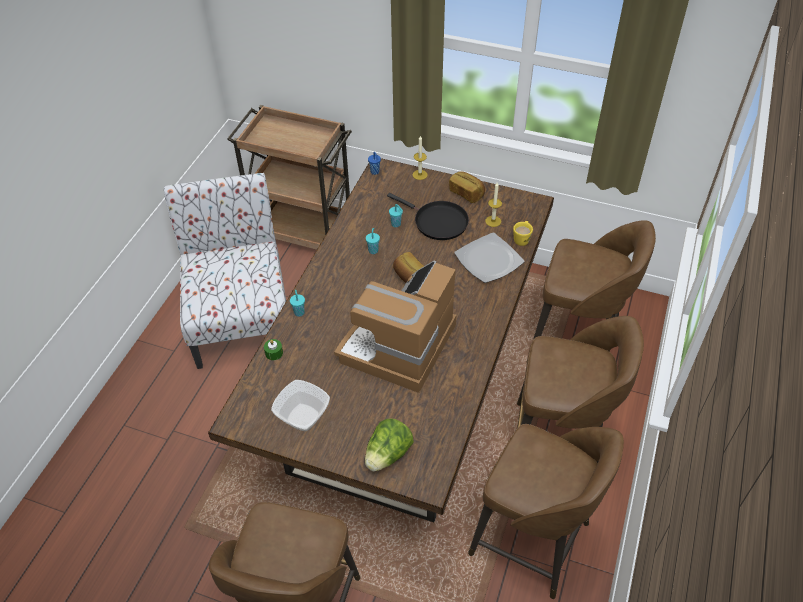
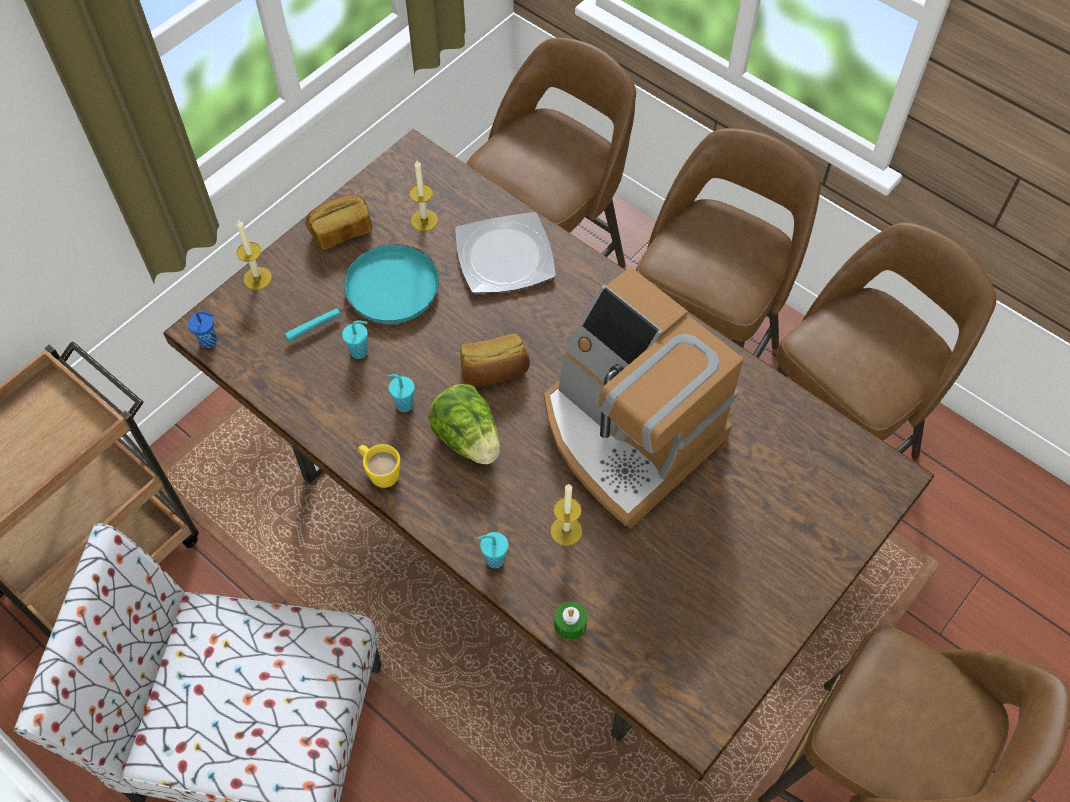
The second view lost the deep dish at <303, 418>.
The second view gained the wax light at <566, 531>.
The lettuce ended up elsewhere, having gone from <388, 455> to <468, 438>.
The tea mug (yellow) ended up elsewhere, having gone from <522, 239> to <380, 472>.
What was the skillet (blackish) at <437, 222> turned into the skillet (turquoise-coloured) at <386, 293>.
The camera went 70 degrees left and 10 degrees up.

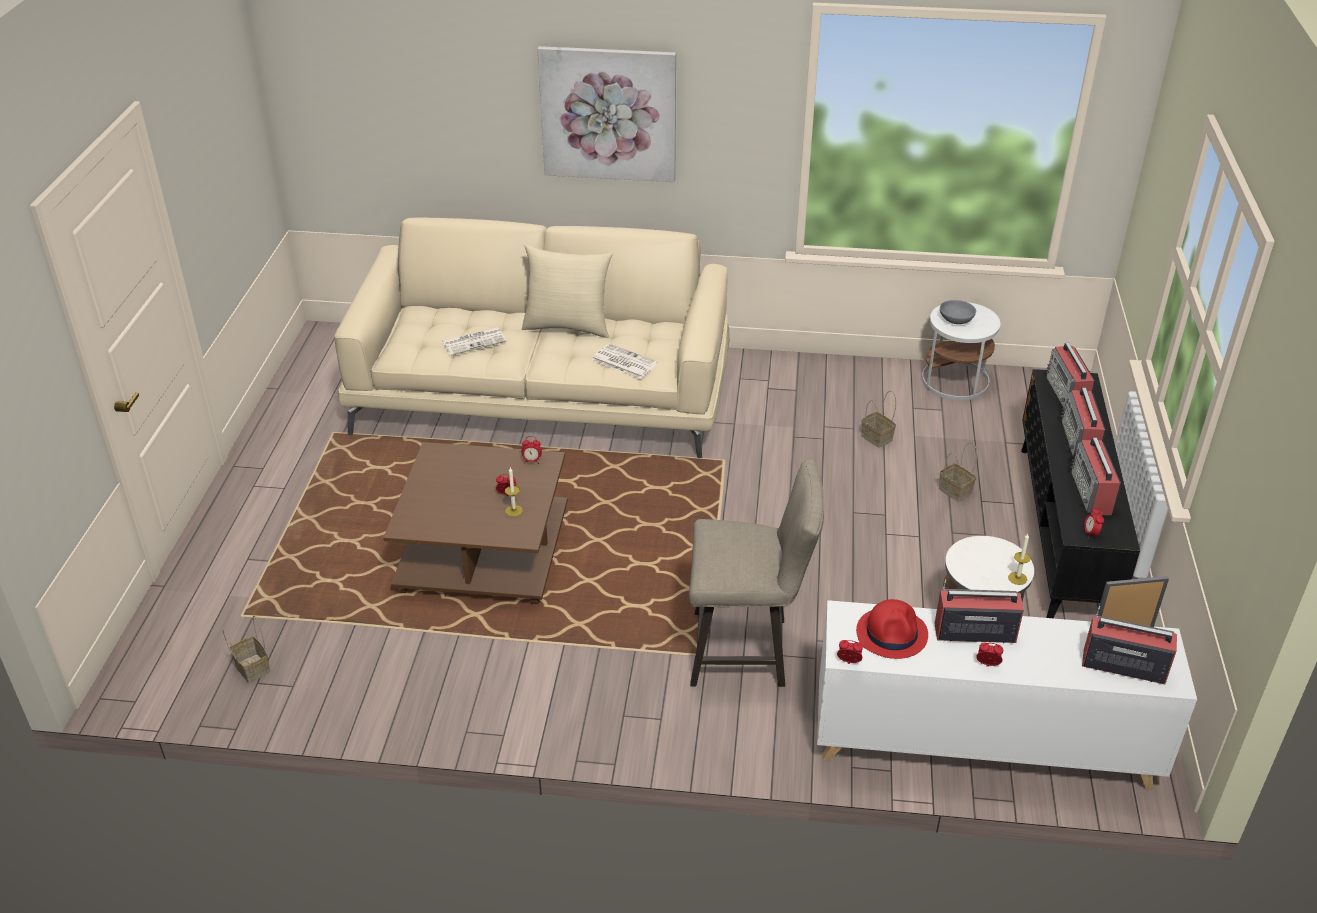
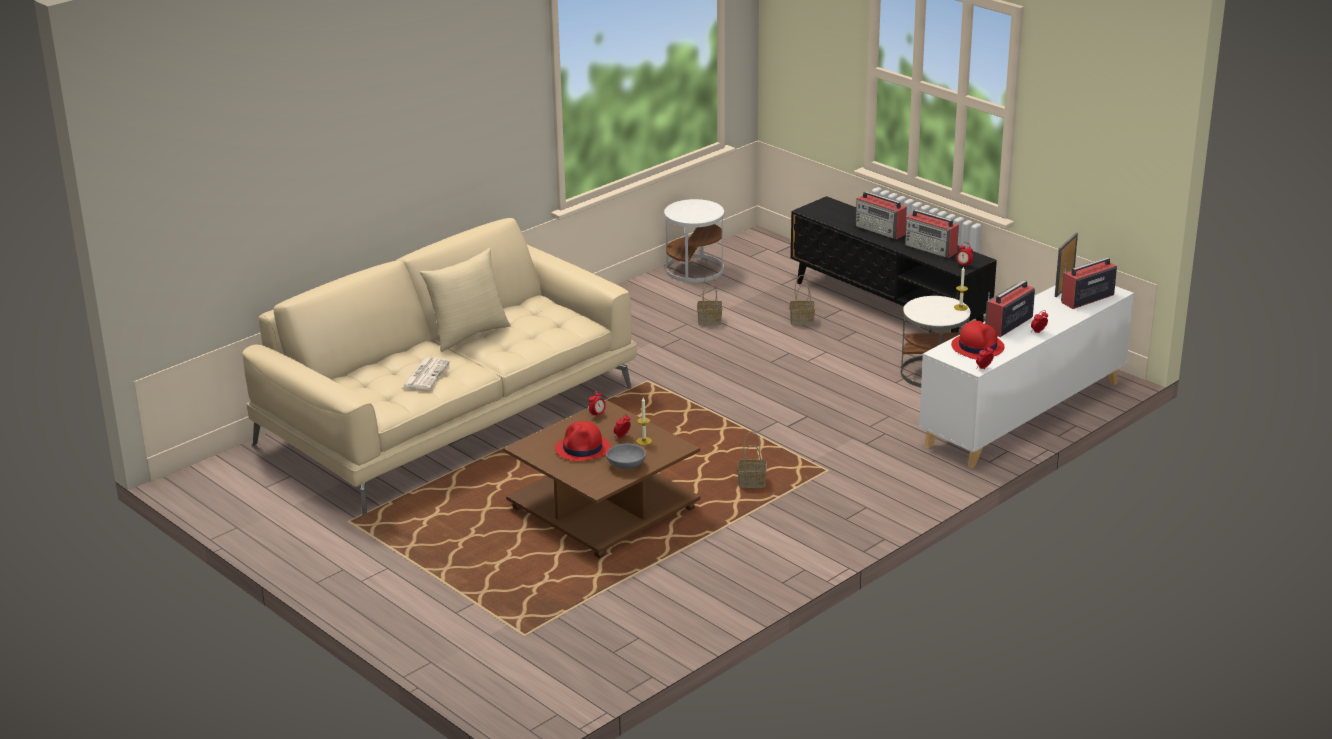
The second view lost the wall picture at <608, 114>.
The second view lost the newspaper at <623, 362>.
The second view lost the sitting stool (sand-coloured) at <748, 650>.
The second view lost the radio set at <1067, 394>.
The second view gained the wearable hat (red-coloured) at <583, 449>.
The storage basket ended up elsewhere, having gone from <251, 668> to <751, 483>.
The deep dish (greyish) ended up elsewhere, having gone from <956, 320> to <626, 465>.
The camera went 50 degrees left and 10 degrees down.

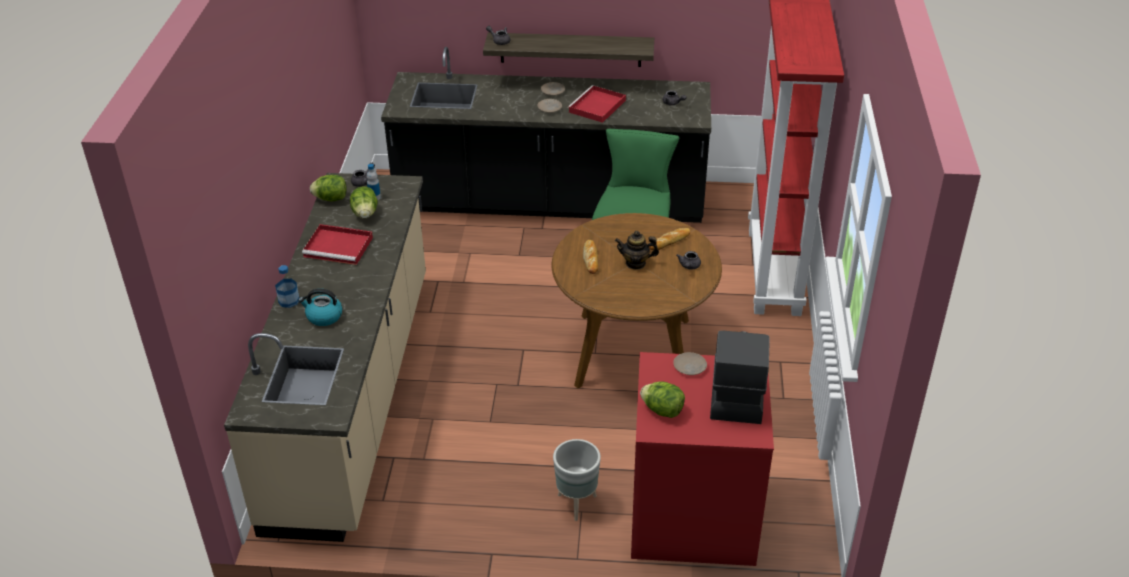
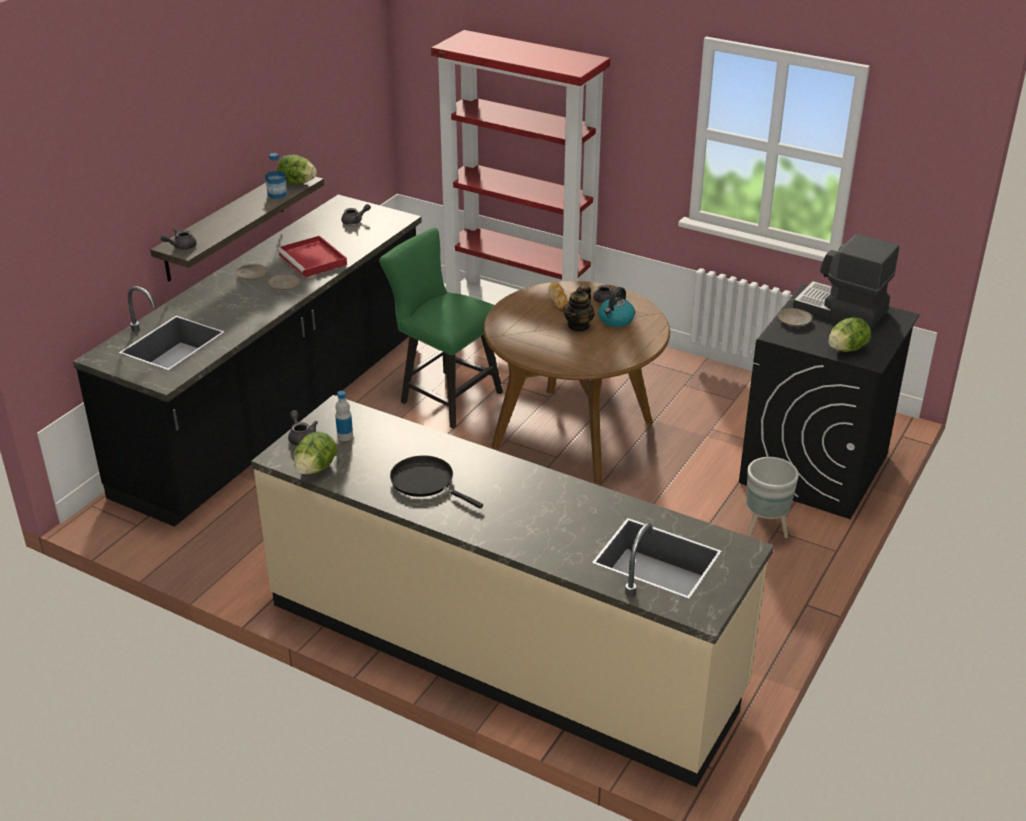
The second view lost the bakery bread at <591, 259>.
The drink bottle ended up elsewhere, having gone from <289, 301> to <277, 194>.
The kettle ended up elsewhere, having gone from <323, 316> to <616, 320>.
The lettuce ended up elsewhere, having gone from <365, 214> to <297, 183>.
Where the serving tray (red-coloured) stood at <339, 247>, the skillet (blackish) came to stand at <426, 482>.
What was the laundry appliance (red-coloured) at <692, 516> turned into the laundry appliance (blackish) at <814, 469>.
The camera went 65 degrees left and 5 degrees down.

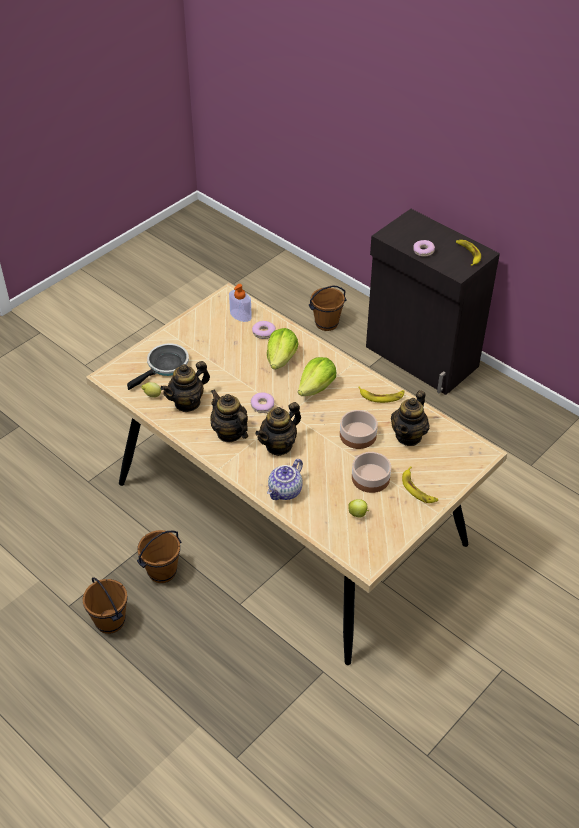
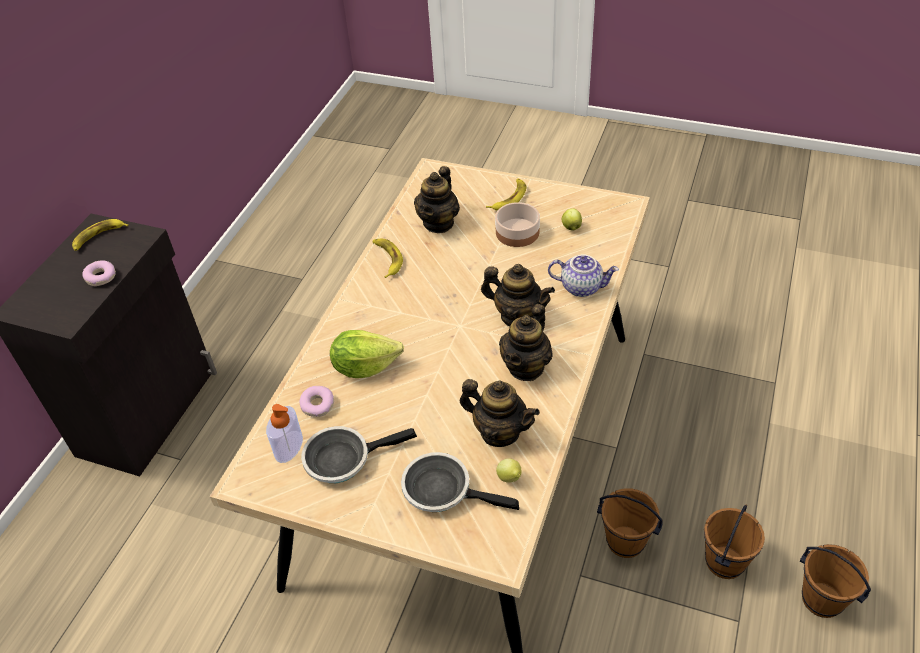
The second view lost the ring doughnut at <262, 405>.
The second view lost the lettuce at <317, 388>.
The second view lost the deep dish at <358, 435>.
The second view gained the skillet at <343, 459>.
The water bucket (brown) ended up elsewhere, having gone from <326, 323> to <821, 600>.
The teapot at <408, 436> ended up facing another way, 105 degrees clockwise from before.
The camera went 110 degrees left and 0 degrees up.

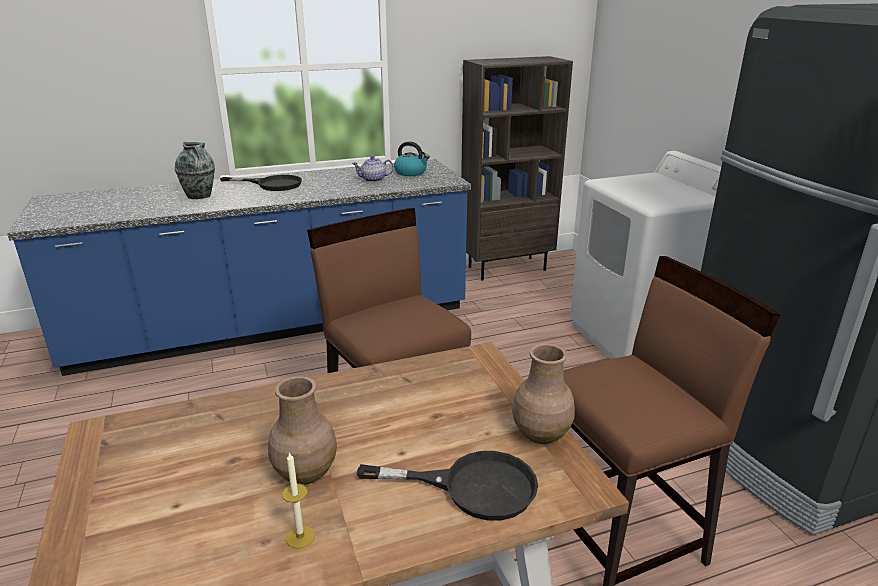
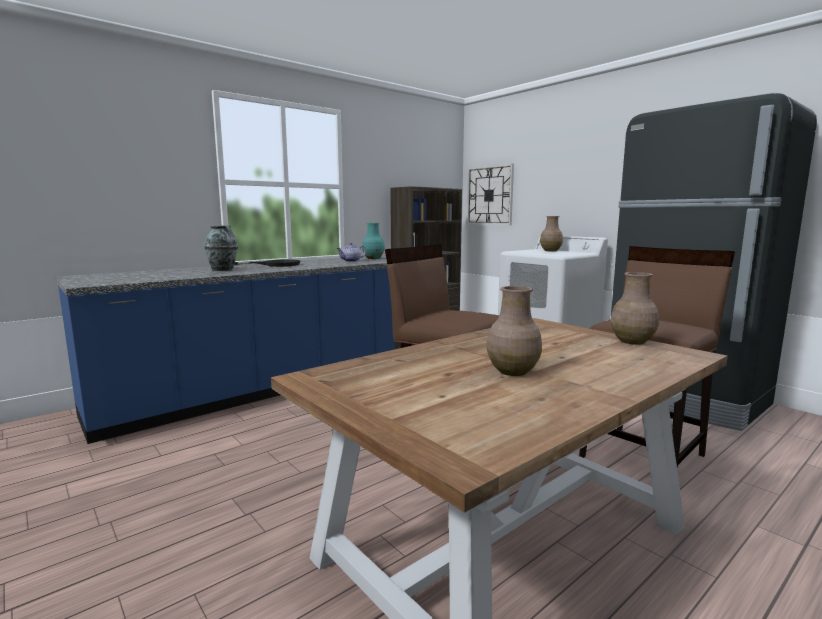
The second view lost the wax light at <300, 537>.
The second view lost the skillet (blackish) at <472, 487>.
The second view gained the clock on the wall at <489, 195>.
The second view gained the vase (brown) at <551, 251>.
Where the kettle stood at <411, 173>, the vase (turquoise-coloured) came to stand at <373, 258>.
The camera went 20 degrees left and 15 degrees down.

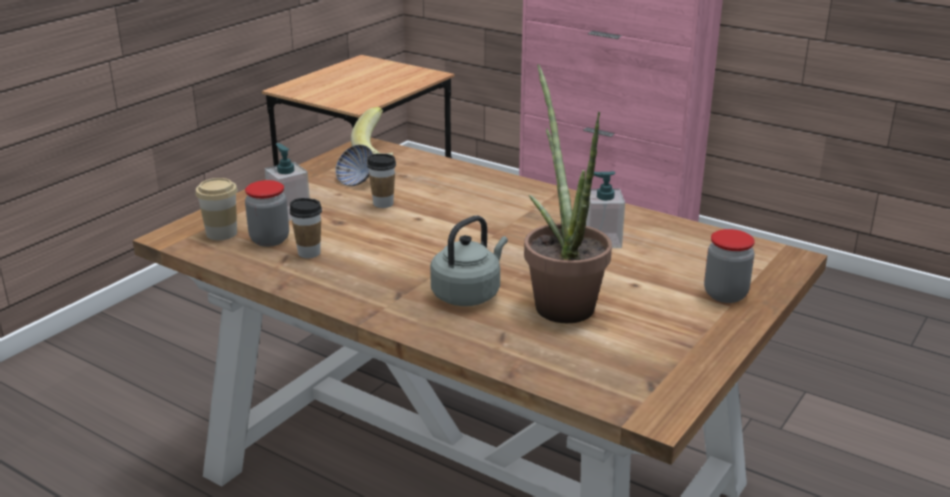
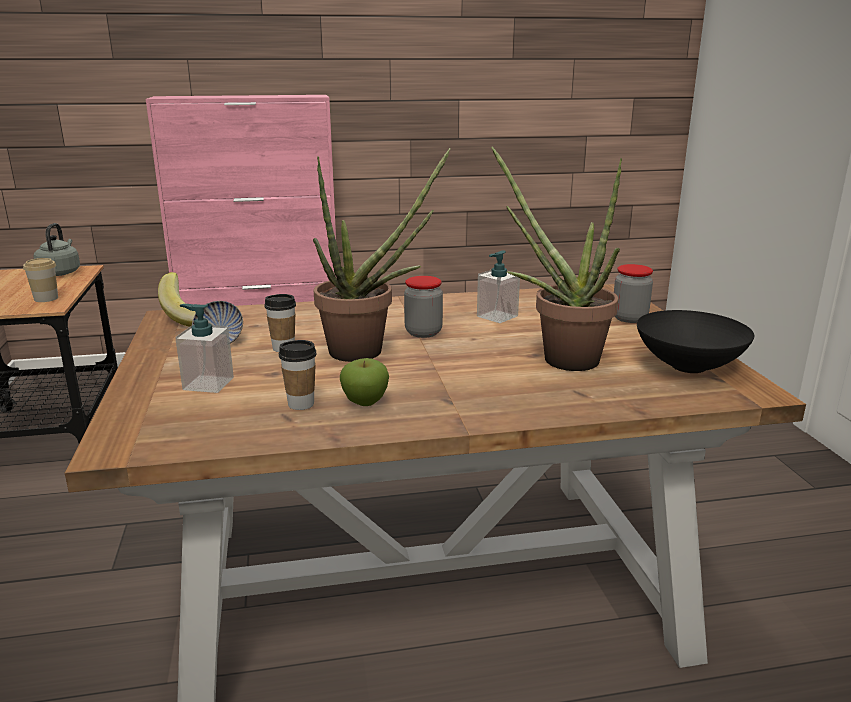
The second view gained the houseplant at <368, 351>.
The second view gained the apple at <365, 402>.
The second view gained the deep dish (blackish) at <686, 366>.
The small cup ended up elsewhere, having gone from <221, 233> to <46, 298>.
The storage jar ended up elsewhere, having gone from <269, 240> to <423, 332>.
The kettle (greyish) ended up elsewhere, having gone from <468, 294> to <60, 272>.
The camera went 45 degrees left and 5 degrees down.

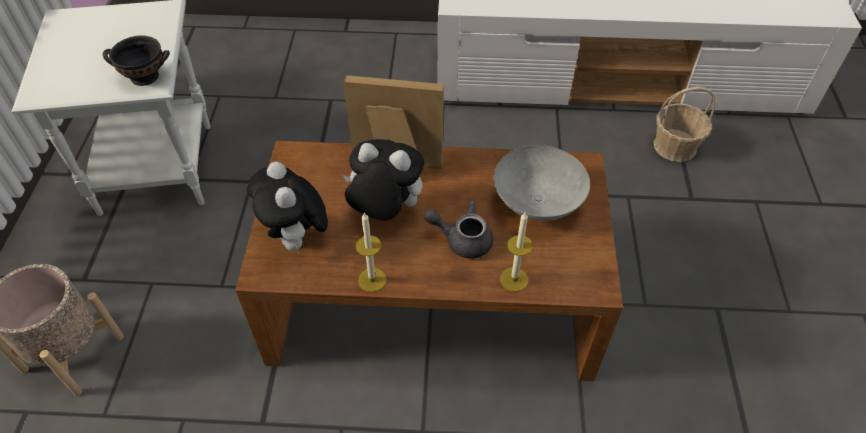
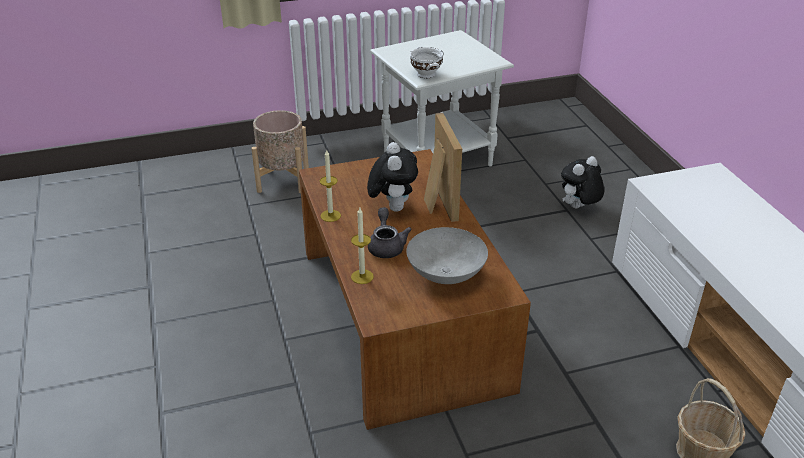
The plush toy ended up elsewhere, having gone from <296, 239> to <578, 208>.
What was the deep dish (blackish) at <144, 76> turned into the deep dish (white) at <426, 74>.
The camera went 70 degrees right and 15 degrees down.

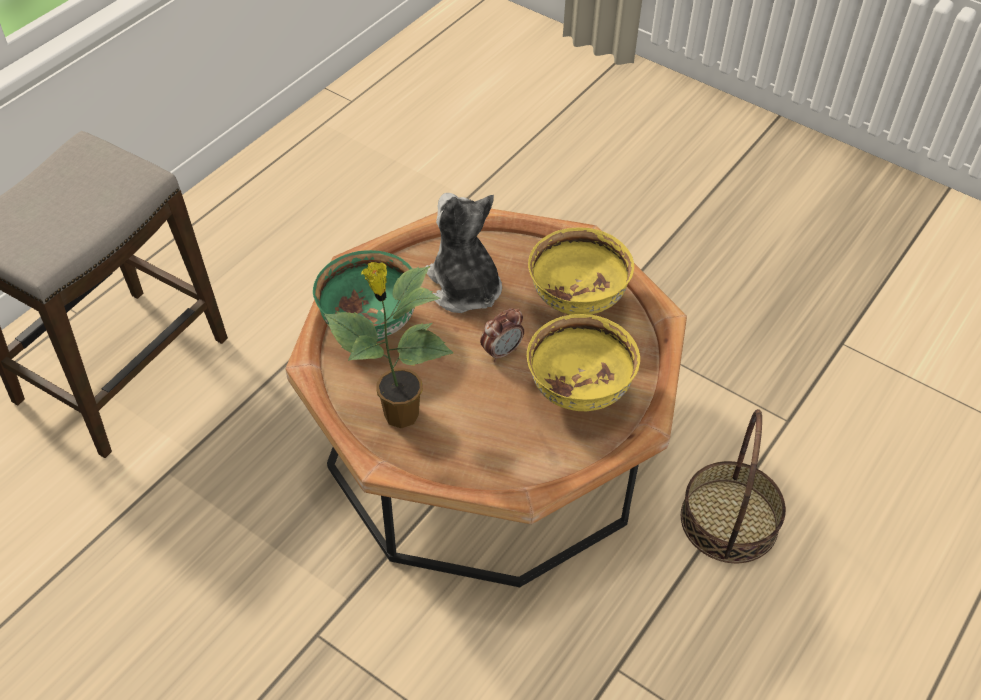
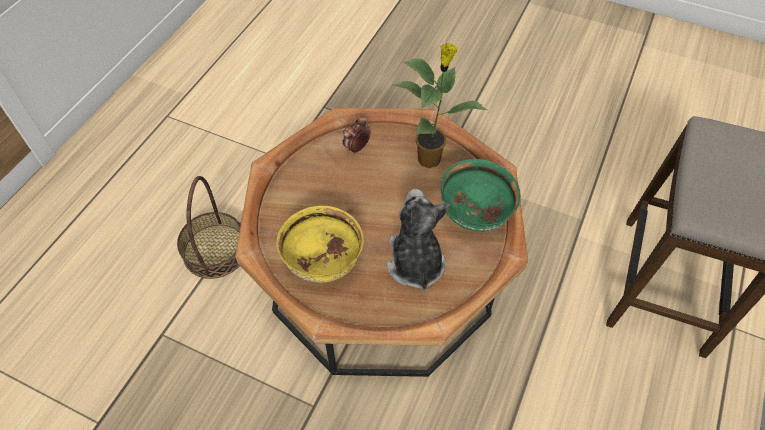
The second view lost the deep dish (yellow) at <578, 394>.
The alarm clock ended up elsewhere, having gone from <502, 352> to <357, 148>.
The plush toy at <464, 288> ended up facing another way, 150 degrees counterclockwise from before.
The camera went 170 degrees right and 5 degrees up.

